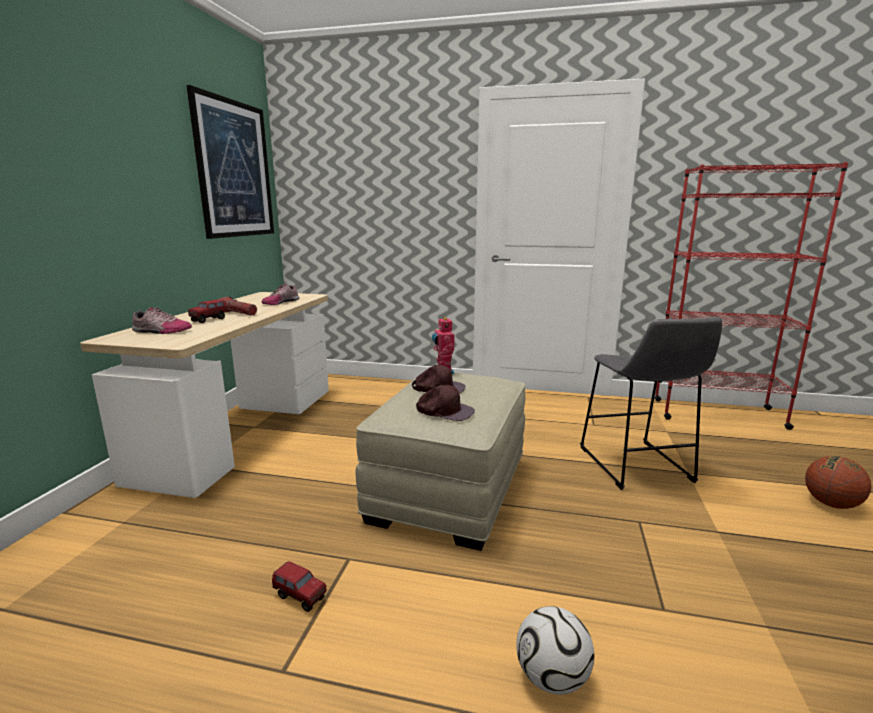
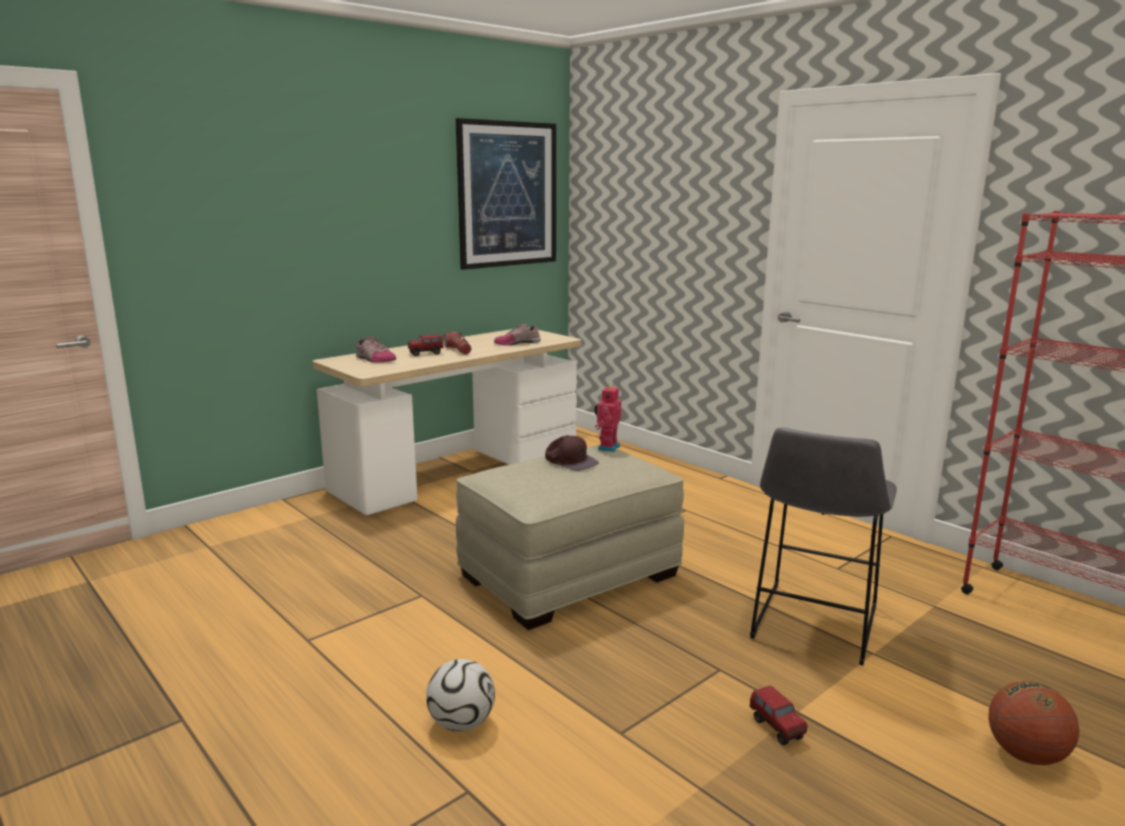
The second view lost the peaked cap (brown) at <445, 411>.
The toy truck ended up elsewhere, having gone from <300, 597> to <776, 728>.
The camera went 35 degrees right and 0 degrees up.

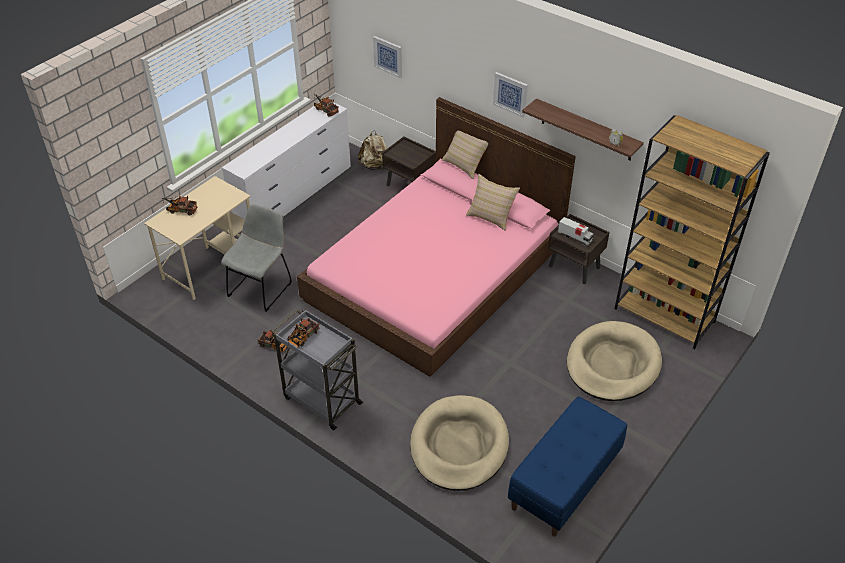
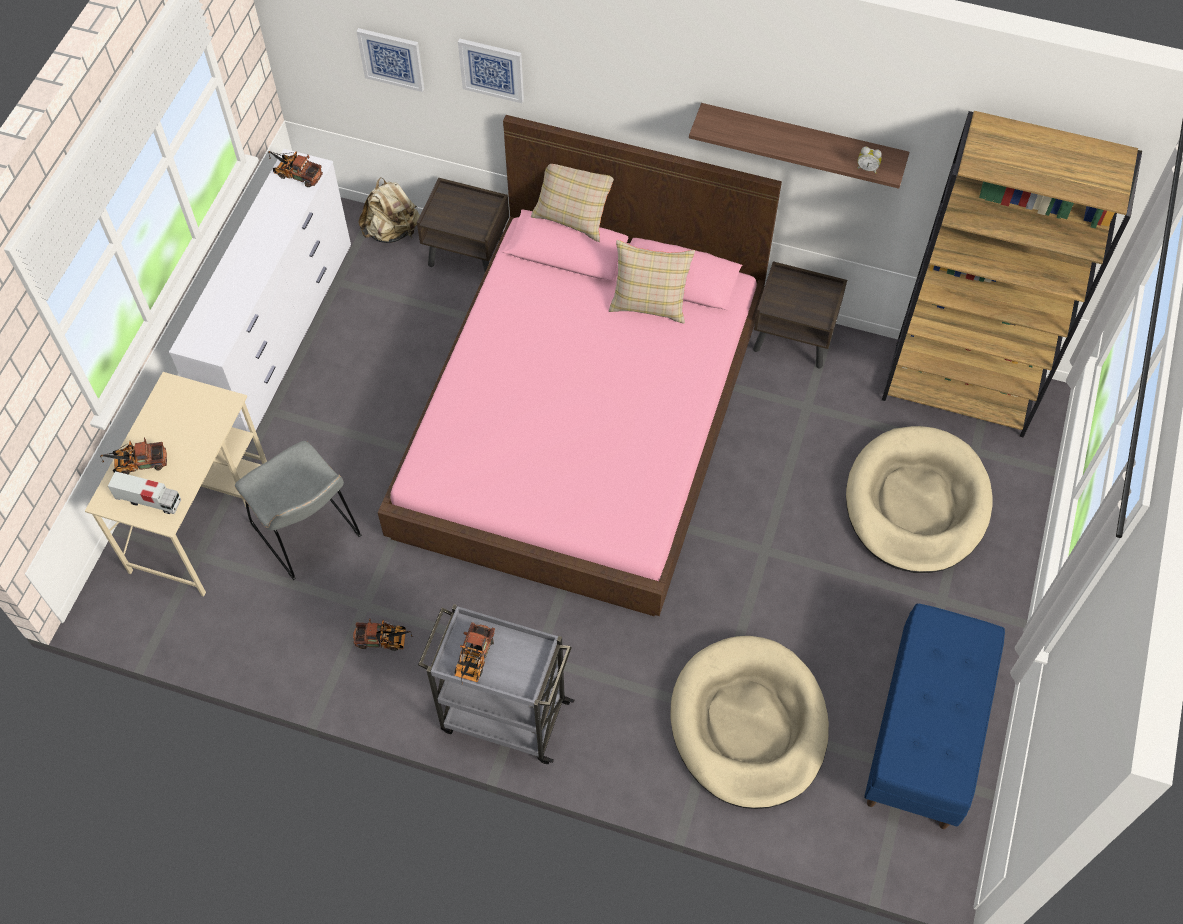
The wall picture ended up elsewhere, having gone from <510, 94> to <492, 69>.
The toy truck ended up elsewhere, having gone from <575, 237> to <149, 500>.
The upright chair (greyish) at <262, 287> ended up facing another way, 135 degrees clockwise from before.
The camera went 20 degrees left and 15 degrees up.

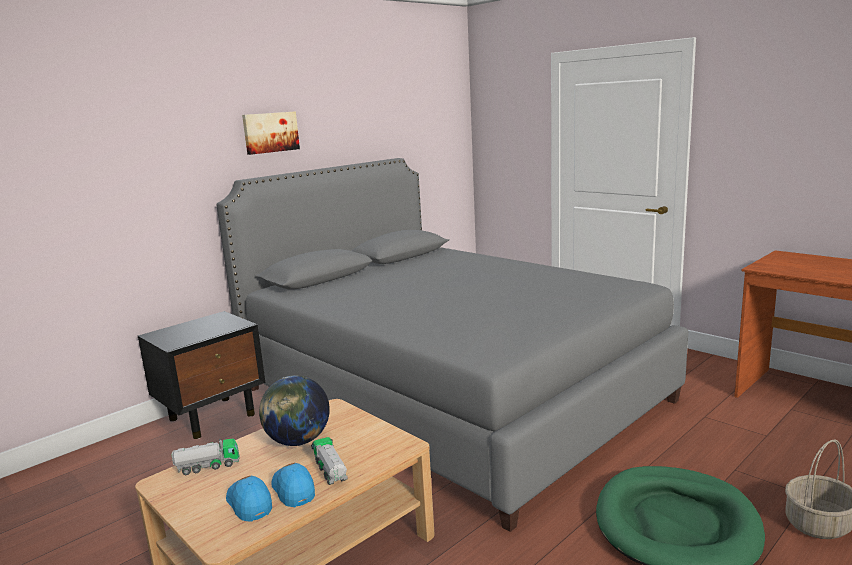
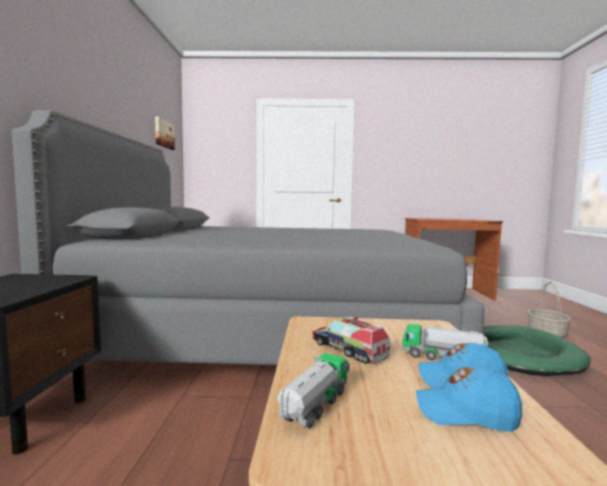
The wall picture ended up elsewhere, having gone from <270, 132> to <163, 134>.
Where the desk globe stood at <298, 441>, the toy truck came to stand at <349, 349>.
The camera went 45 degrees left and 10 degrees down.

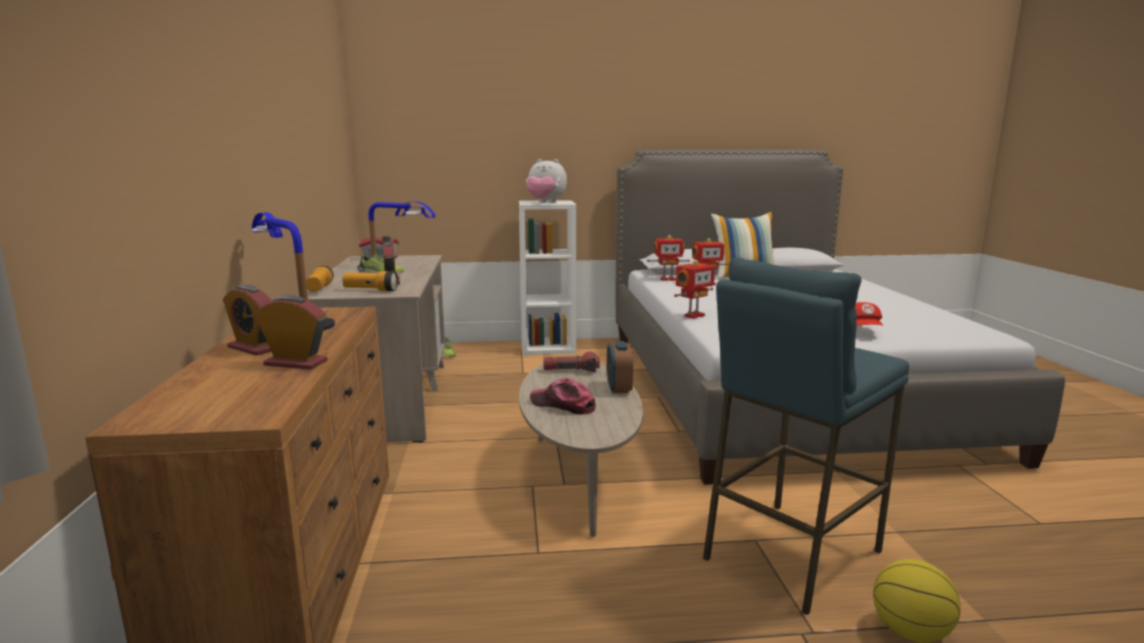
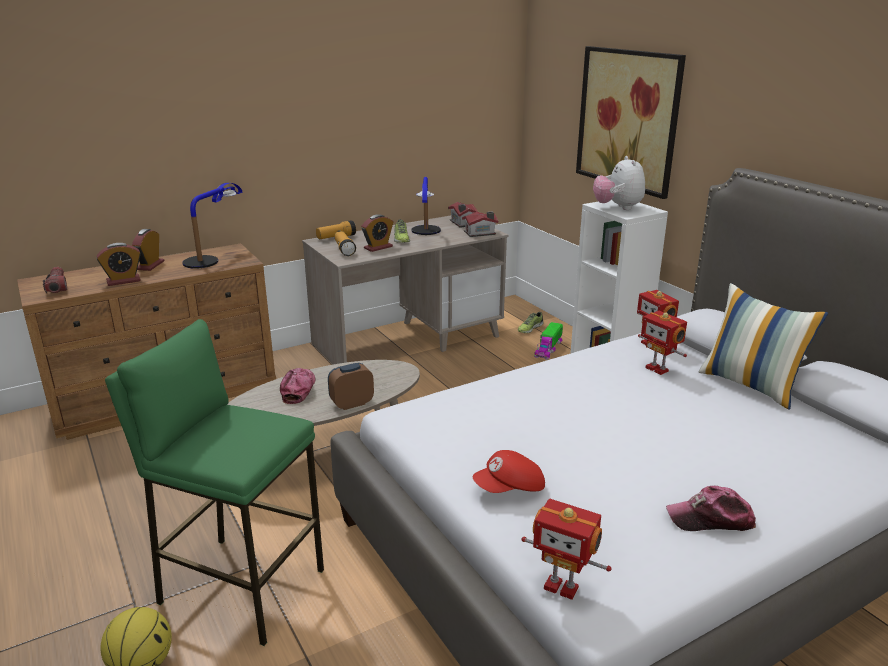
The second view gained the miniature house at <480, 233>.
The second view gained the toy truck at <548, 349>.
The second view gained the wall picture at <628, 119>.
The second view gained the peaked cap at <710, 519>.
The torch ended up elsewhere, having gone from <571, 370> to <57, 286>.
The toy robot ended up elsewhere, having gone from <693, 315> to <562, 586>.
What was the sitting stool (blue) at <789, 554> turned into the sitting stool (green) at <241, 586>.
The alarm clock at <296, 363> ended up facing another way, 75 degrees clockwise from before.
The camera went 65 degrees right and 10 degrees up.

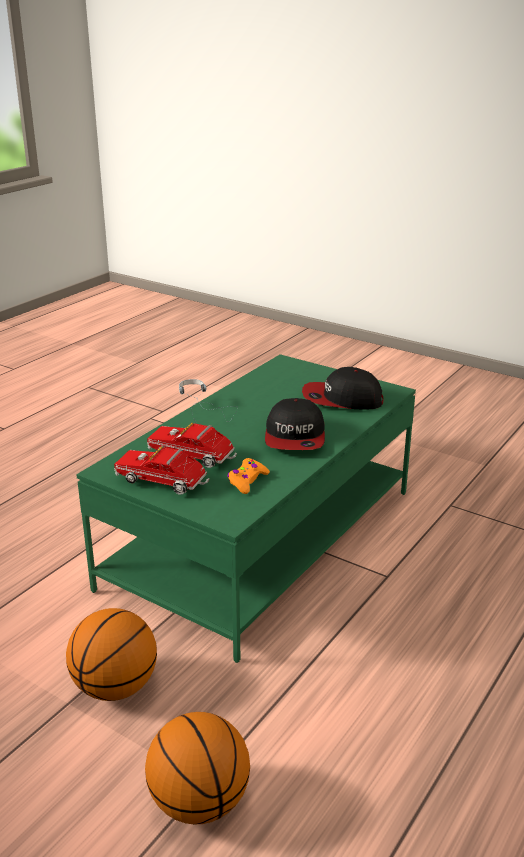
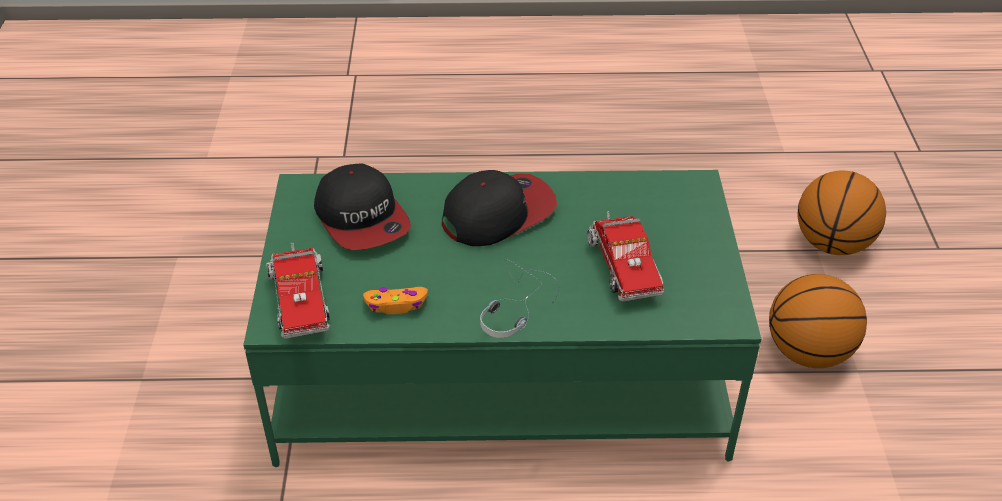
The toy truck ended up elsewhere, having gone from <165, 482> to <299, 299>.
The gamepad (orange-coloured) ended up elsewhere, having gone from <247, 481> to <396, 304>.
The camera went 125 degrees left and 15 degrees up.

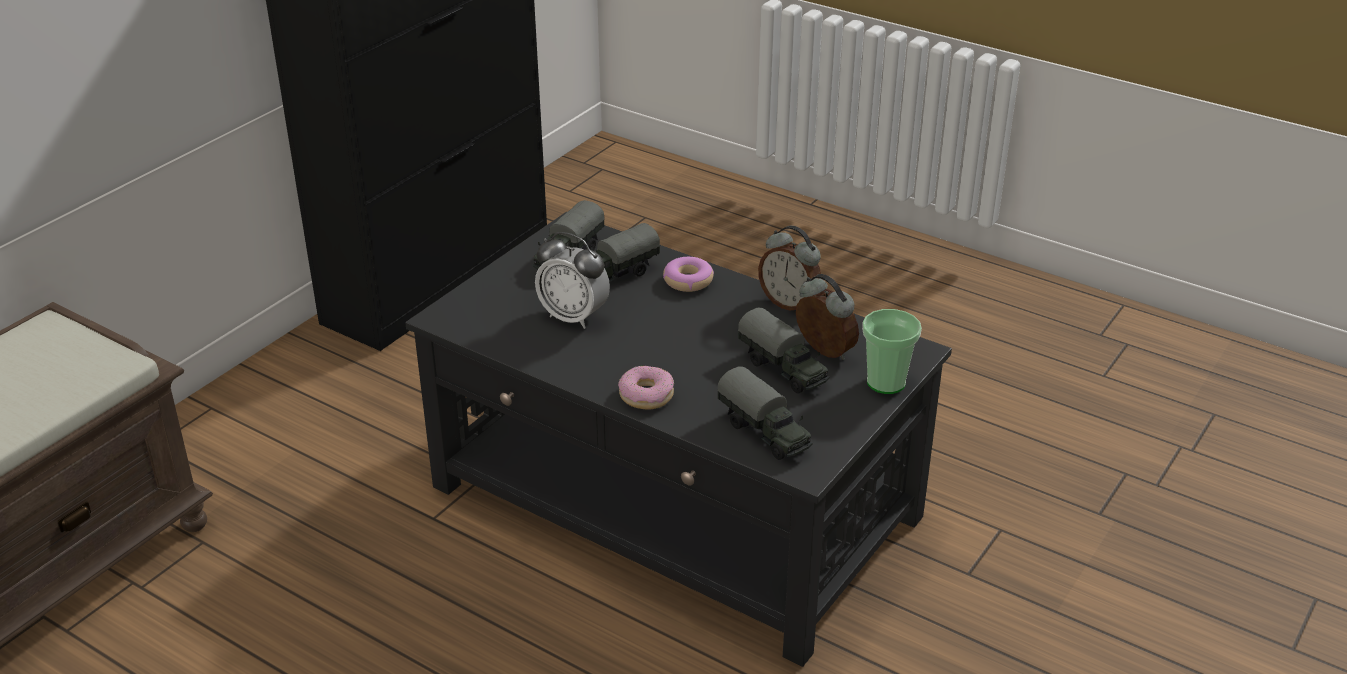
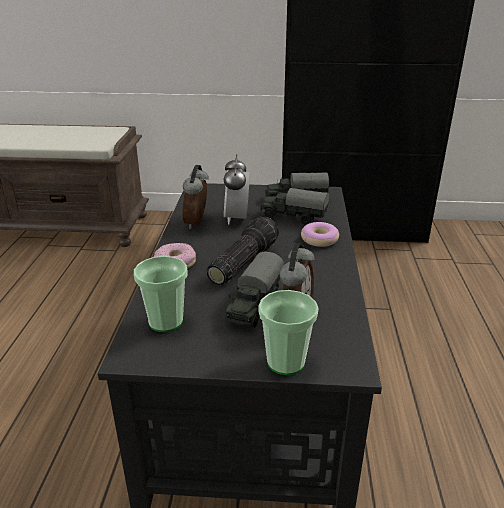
The second view gained the torch at <242, 262>.
The alarm clock ended up elsewhere, having gone from <789, 303> to <197, 223>.
Where the toy truck stood at <765, 433>, the small cup came to stand at <165, 321>.
The camera went 60 degrees right and 5 degrees down.

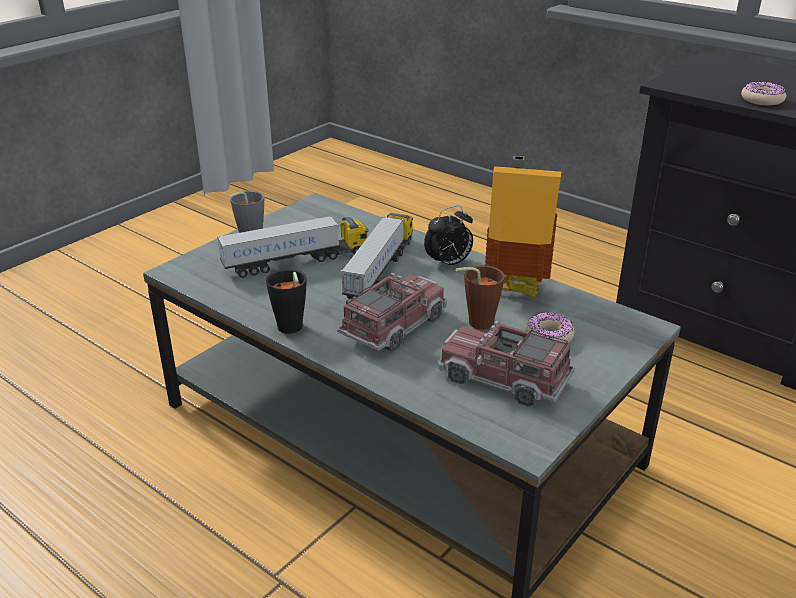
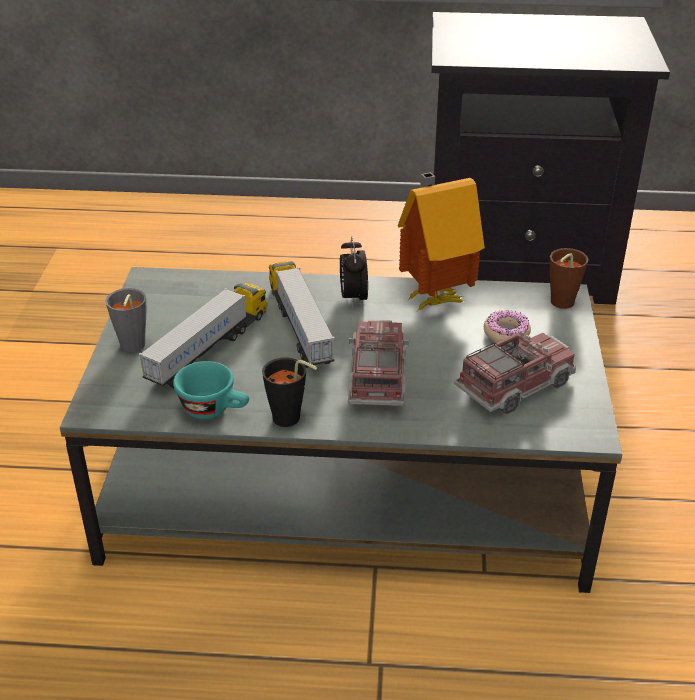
The second view lost the ring doughnut at <762, 100>.
The second view gained the small cup (turquoise-coloured) at <215, 410>.
The small cup (brown) ended up elsewhere, having gone from <475, 323> to <559, 304>.
The alarm clock at <448, 264> ended up facing another way, 150 degrees clockwise from before.
The toy truck at <503, 379> ended up facing another way, 150 degrees clockwise from before.
The camera went 35 degrees left and 5 degrees up.

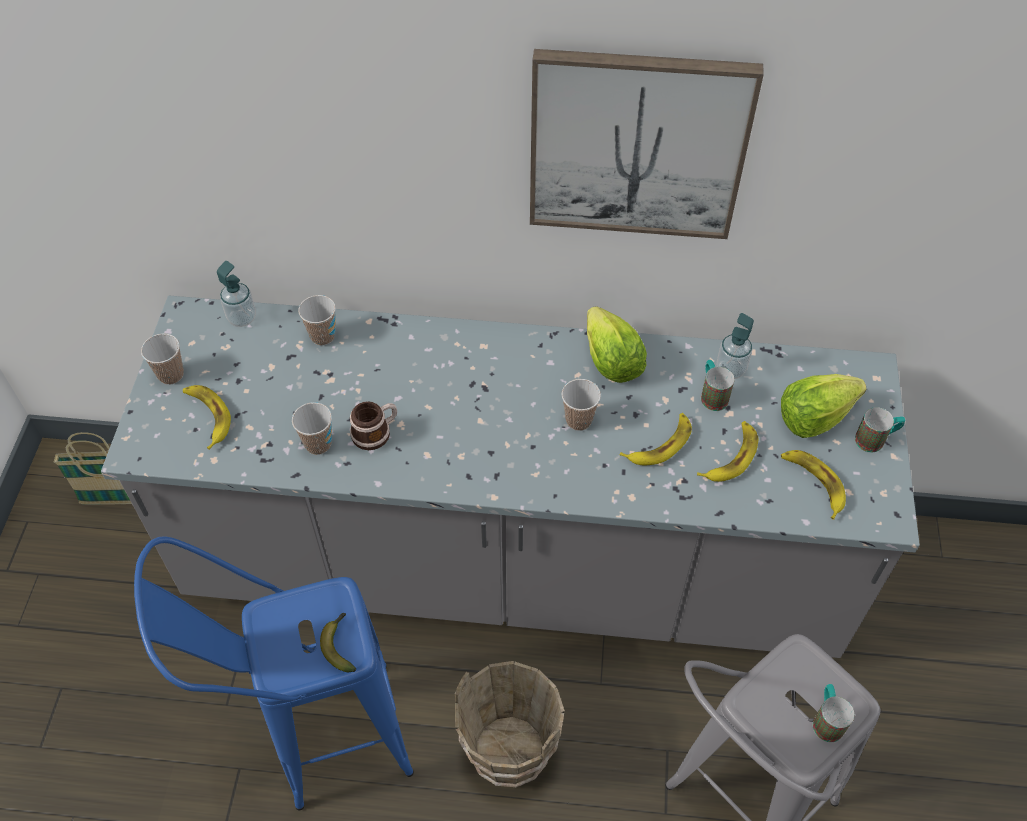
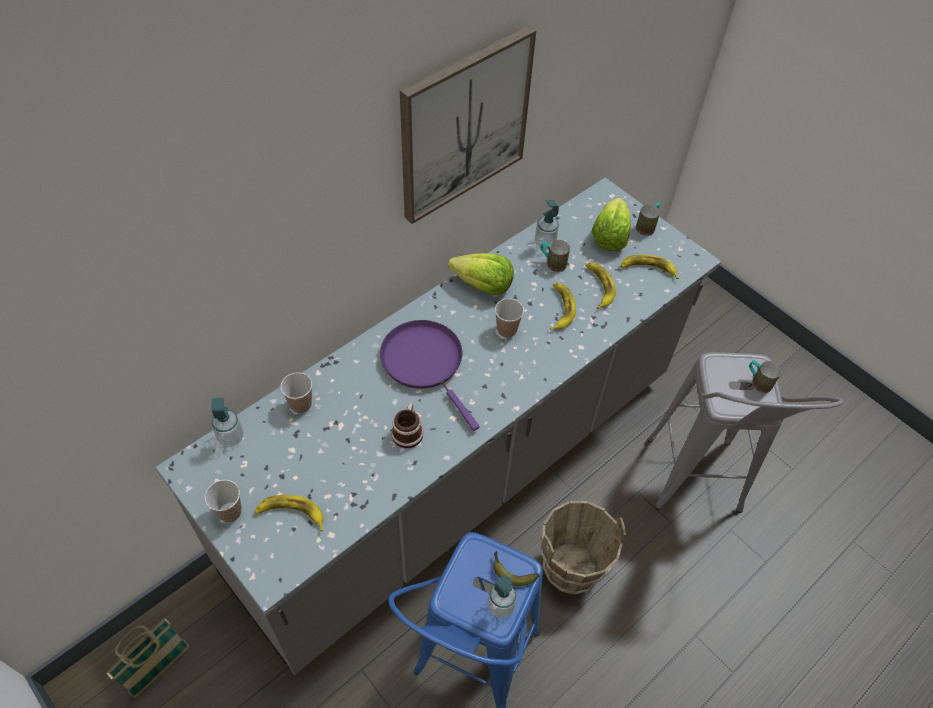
The second view lost the small cup at <318, 444>.
The second view gained the skillet (purplish) at <425, 362>.
The second view gained the soap bottle at <500, 606>.
The camera went 50 degrees left and 0 degrees up.

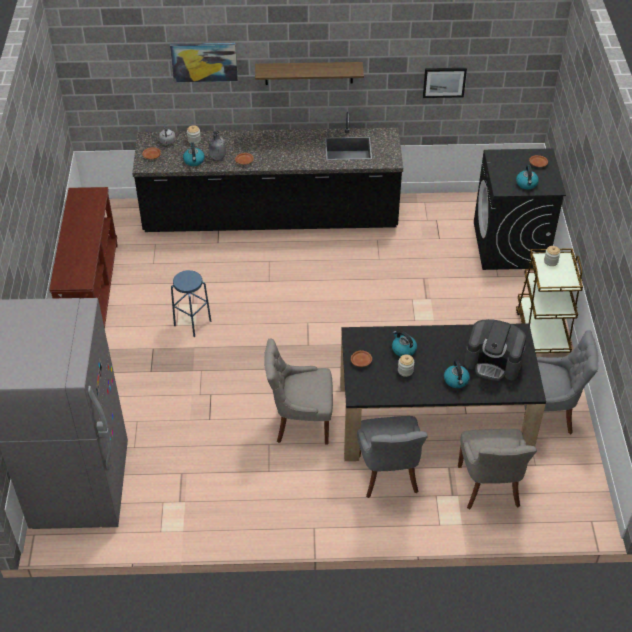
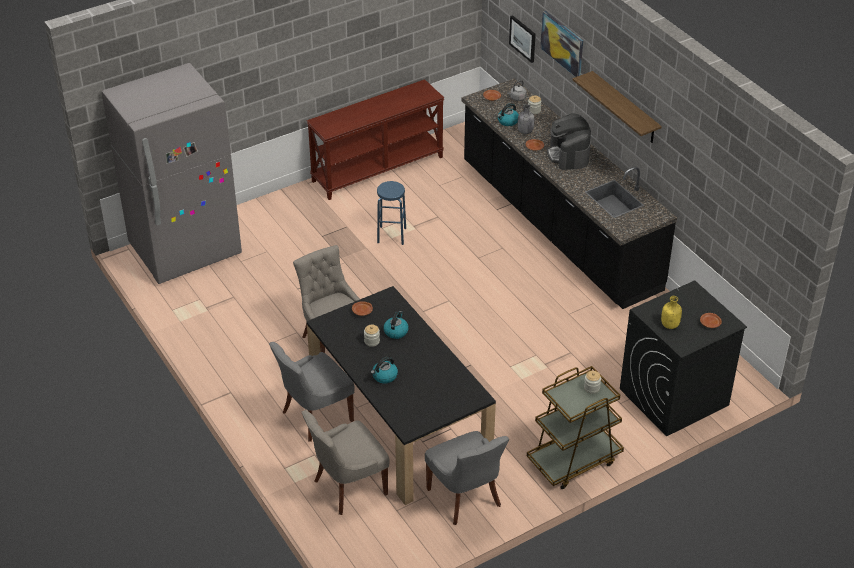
The wall picture ended up elsewhere, having gone from <444, 82> to <523, 38>.
The coffee machine ended up elsewhere, having gone from <493, 362> to <568, 155>.
Where the kettle stood at <526, 184>, the drink bottle (yellow) came to stand at <670, 325>.
The camera went 60 degrees right and 5 degrees down.

